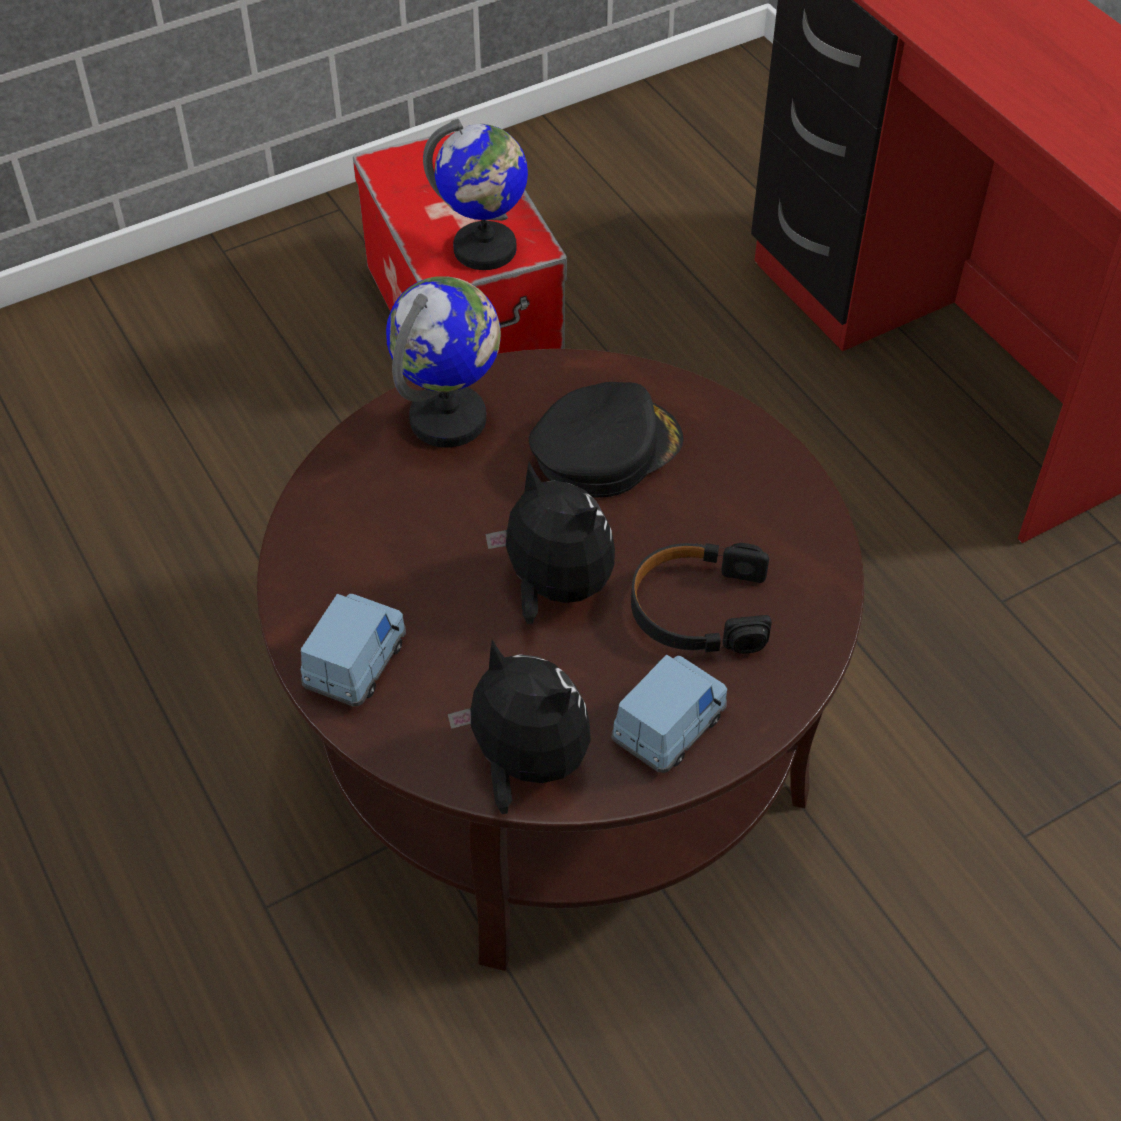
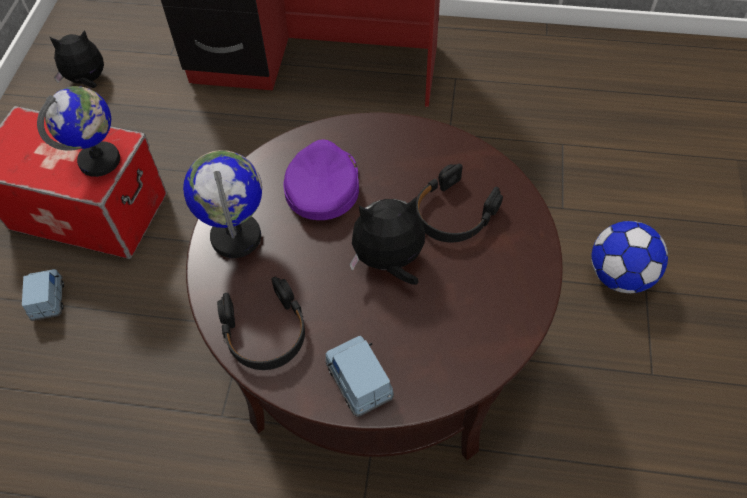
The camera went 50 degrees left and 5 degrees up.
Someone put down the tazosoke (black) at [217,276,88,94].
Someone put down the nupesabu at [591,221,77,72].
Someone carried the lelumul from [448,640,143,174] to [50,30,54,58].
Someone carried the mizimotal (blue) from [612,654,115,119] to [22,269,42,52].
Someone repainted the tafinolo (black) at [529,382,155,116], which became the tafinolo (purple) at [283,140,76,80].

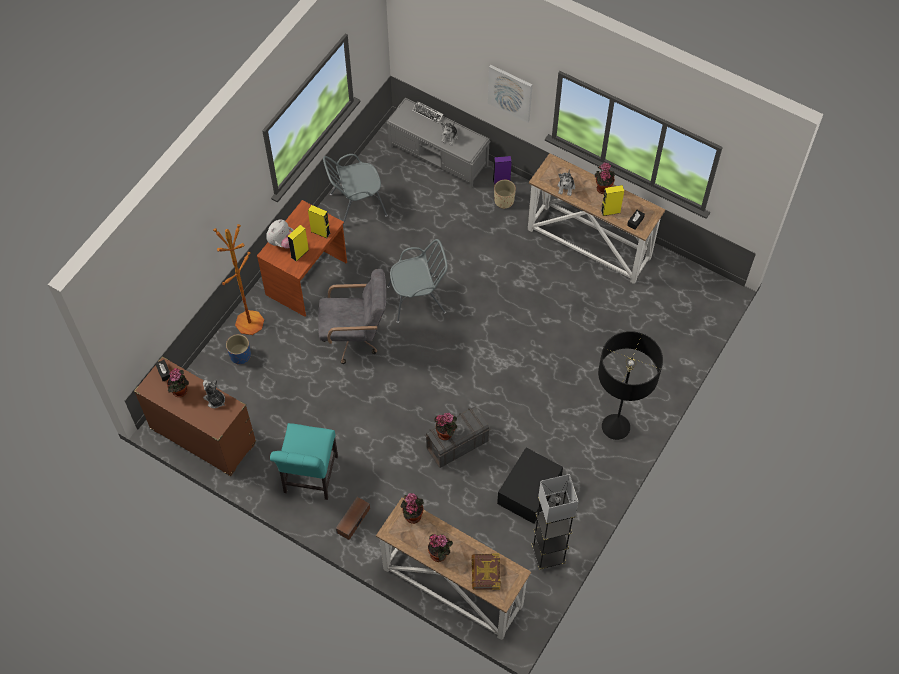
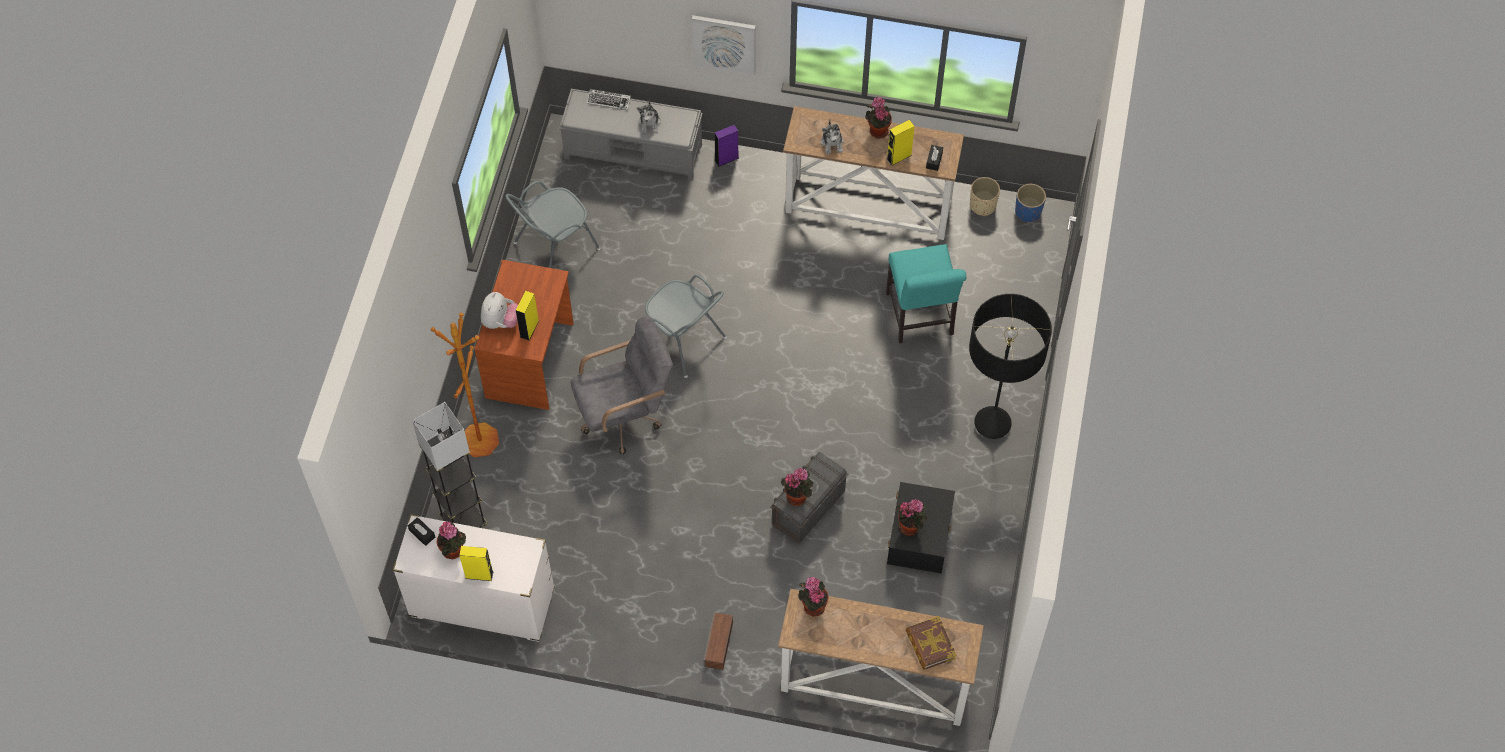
The camera went 20 degrees left and 0 degrees up.
Someone took away the lelumul at [203,379,22,29].
Someone carried the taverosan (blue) from [226,334,25,31] to [1015,184,31,39].
Someone carried the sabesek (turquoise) from [270,423,68,77] to [886,244,80,99].
Someone carried the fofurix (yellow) from [308,205,22,33] to [459,546,35,35].
Someone carried the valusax from [428,534,25,28] to [896,499,31,37].
Someone carried the taverosan (beige) from [494,180,22,29] to [970,177,30,39].
Someone carried the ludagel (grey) from [532,474,46,96] to [412,402,75,126].
Someone repainted the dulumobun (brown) at [134,356,122,120], which became the dulumobun (white) at [393,514,162,128].
Someone rotated the sabesek (grey) at [387,239,61,84] by 75 degrees clockwise.

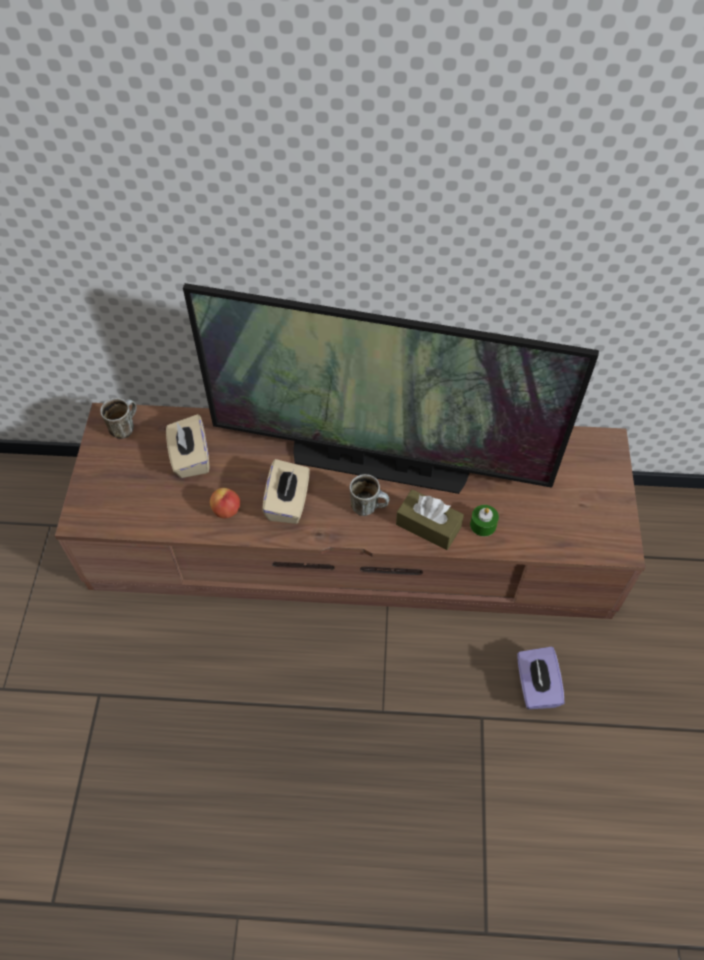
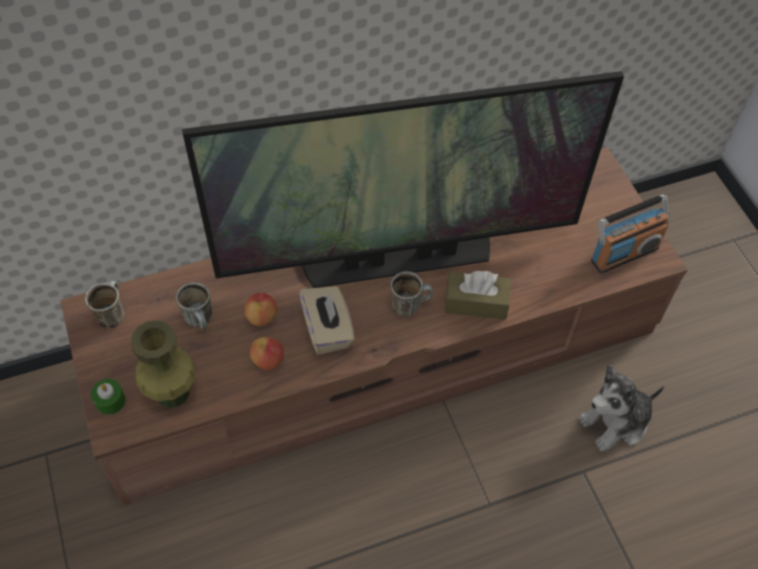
The camera went 25 degrees left and 0 degrees up.
Someone put down the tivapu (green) at [131,320,65,88].
Someone put down the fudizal at [245,293,32,33].
Someone put down the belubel at [591,194,78,80].
Someone carried the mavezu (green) from [470,505,29,32] to [91,379,35,36].
Someone swapped the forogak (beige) at [166,414,43,64] for the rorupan at [176,282,36,48].
Someone swapped the forogak (purple) at [517,647,47,62] for the lelumul at [578,364,86,88].

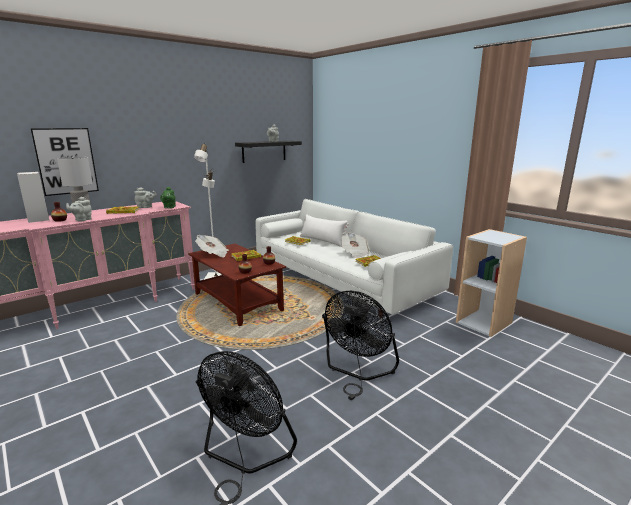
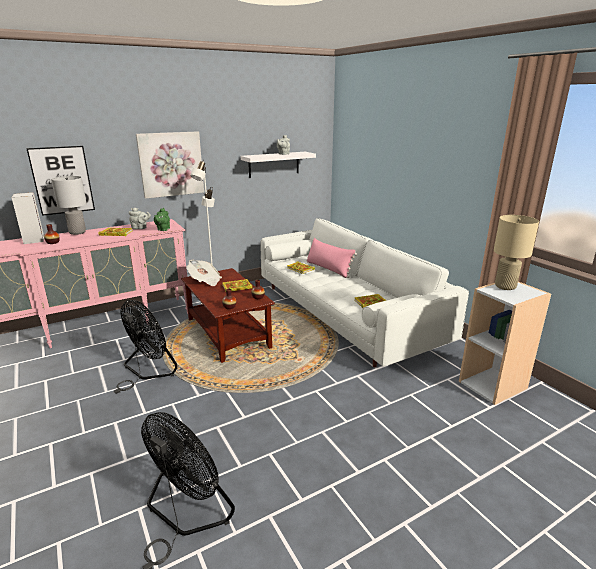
The camera went 10 degrees right and 5 degrees up.
Someone took away the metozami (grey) at [66,197,26,25].
Someone took away the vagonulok at [341,233,29,25].
Someone put up the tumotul at [136,131,68,68].
Someone put down the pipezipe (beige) at [494,215,45,75].
Someone carried the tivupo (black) from [322,291,77,110] to [114,300,63,94].
Someone repainted the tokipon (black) at [235,141,67,22], which became the tokipon (white) at [241,152,75,26].
Someone repainted the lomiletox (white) at [300,214,49,33], which became the lomiletox (pink) at [306,238,51,40].

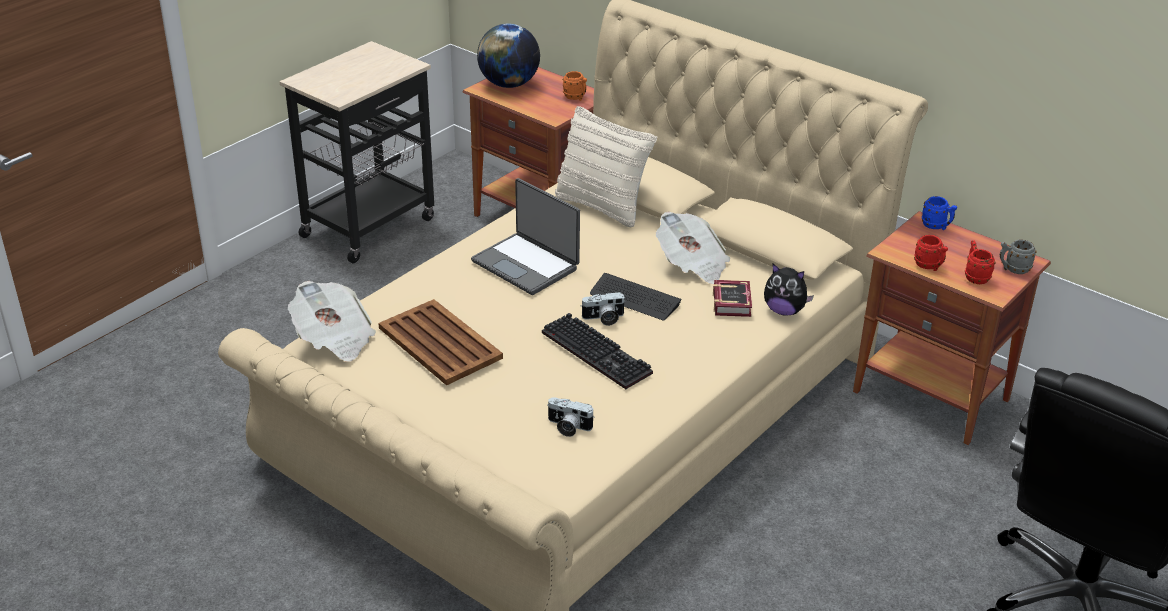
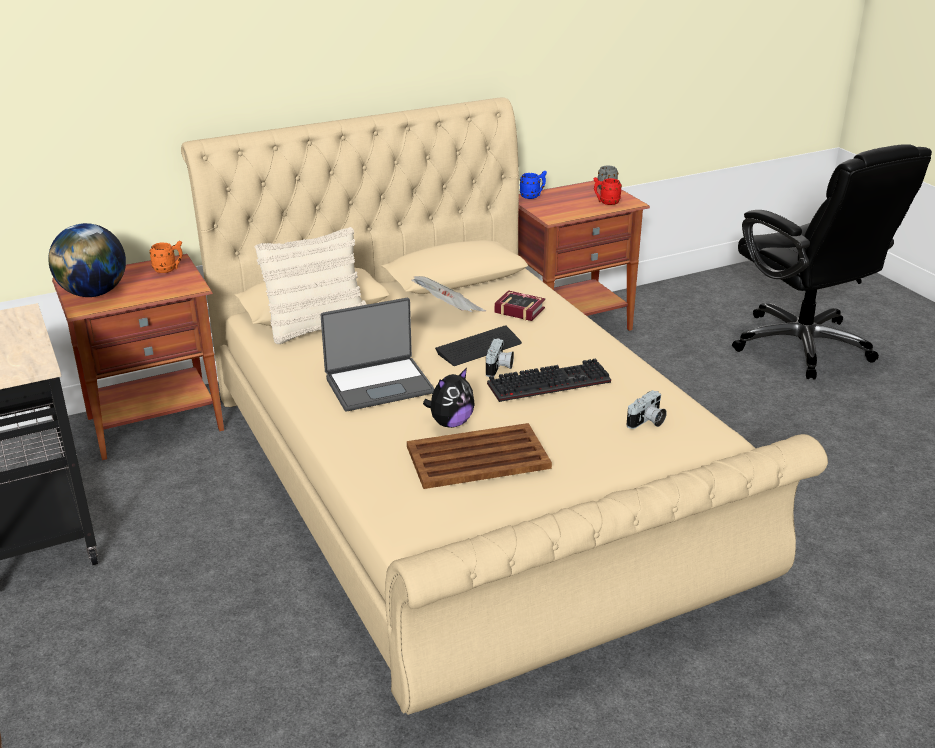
The camera went 65 degrees left and 5 degrees down.
Someone took away the vagonulok at [288,281,88,81].
Someone took away the rorupan (red) at [914,235,34,36].
Someone carried the lelumul from [764,264,50,51] to [423,368,52,60].

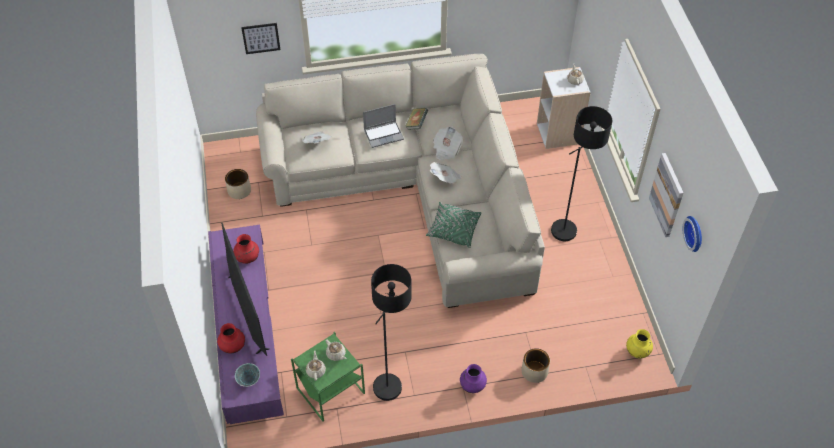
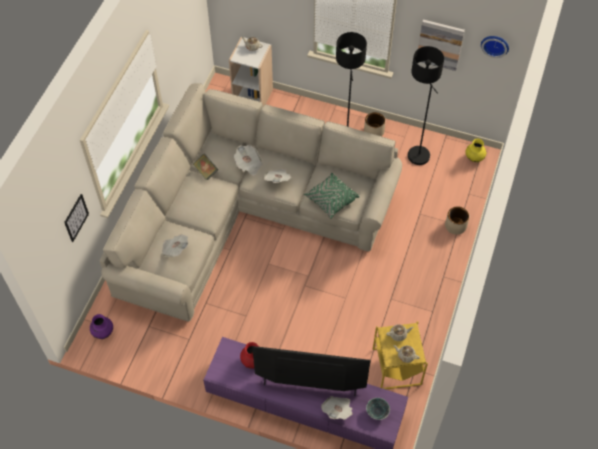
The camera went 60 degrees left and 5 degrees up.
Someone took away the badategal at [363,104,41,44].
Someone carried the taverosan (beige) from [225,169,26,30] to [364,112,22,24].
Someone carried the ludagel (black) from [371,264,41,137] to [408,46,36,119].
Someone carried the tivapu (purple) from [460,364,27,29] to [90,314,23,25].
Someone swapped the tivapu (red) at [217,323,28,30] for the vagonulok at [321,396,32,24].
Someone repainted the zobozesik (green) at [291,332,74,90], which became the zobozesik (yellow) at [373,321,55,68].

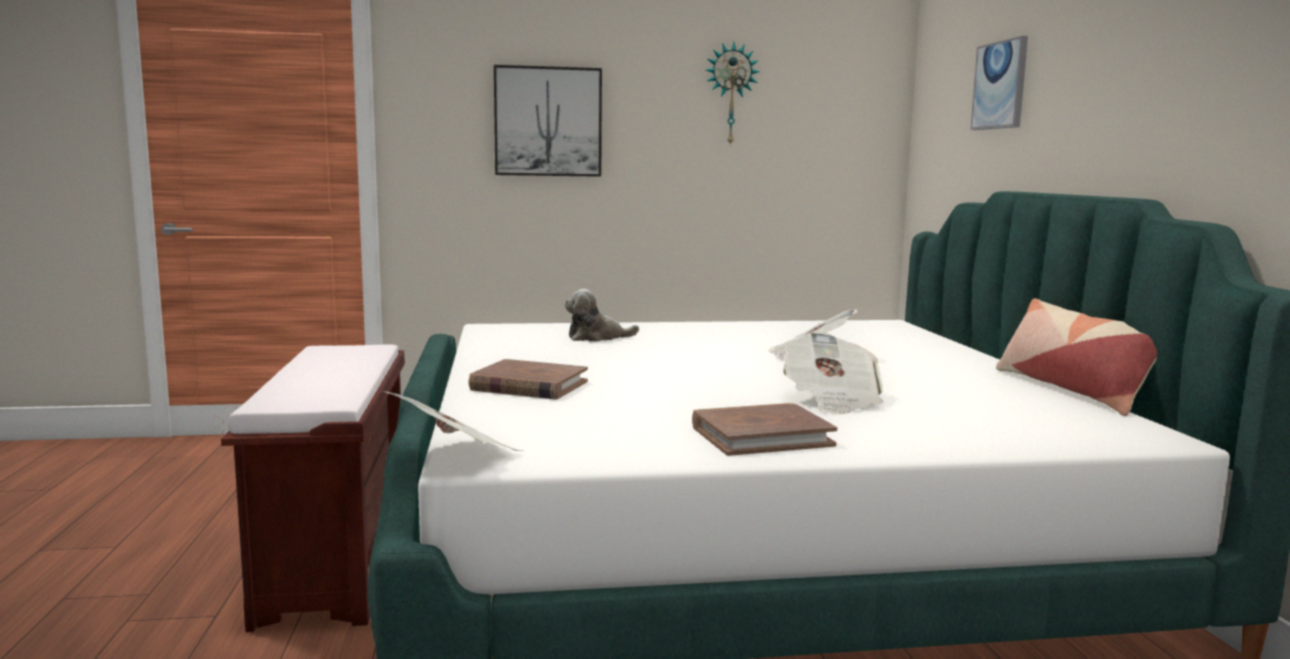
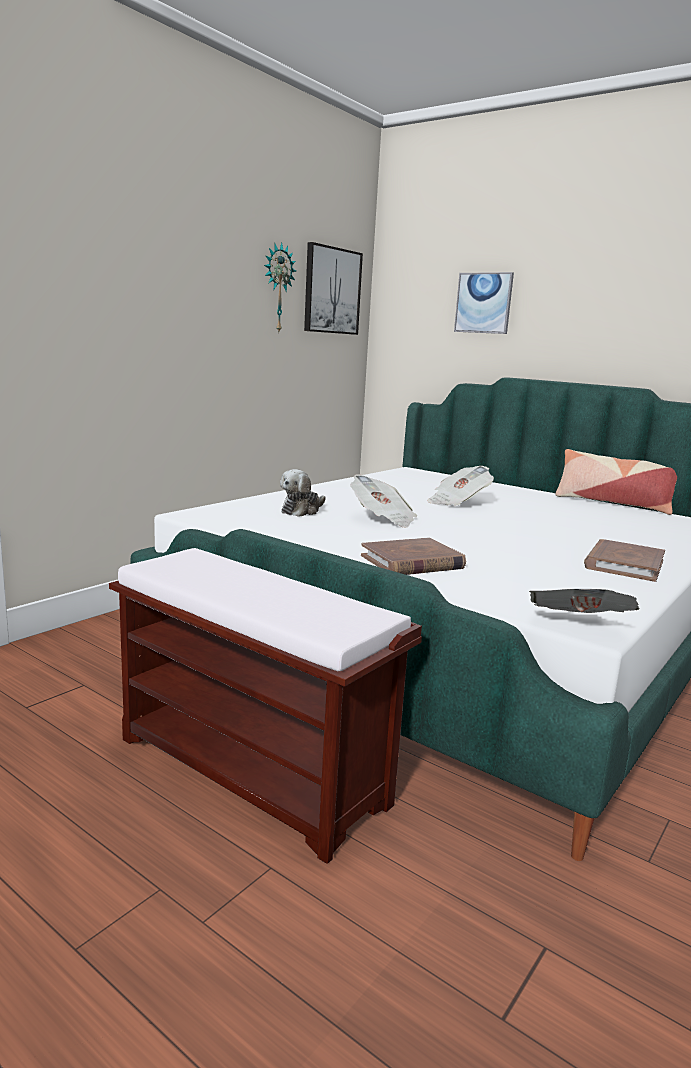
The camera went 45 degrees left and 5 degrees up.
Someone carried the tumotul from [494,65,108,112] to [304,242,59,93].
Someone carried the vagonulok from [783,332,100,83] to [350,474,67,54].

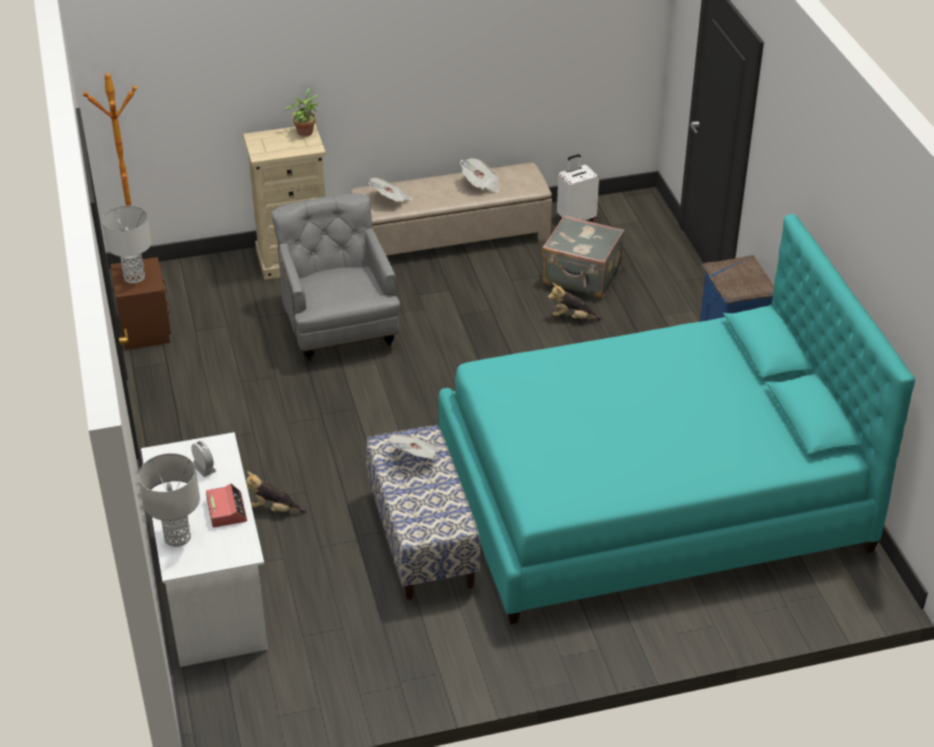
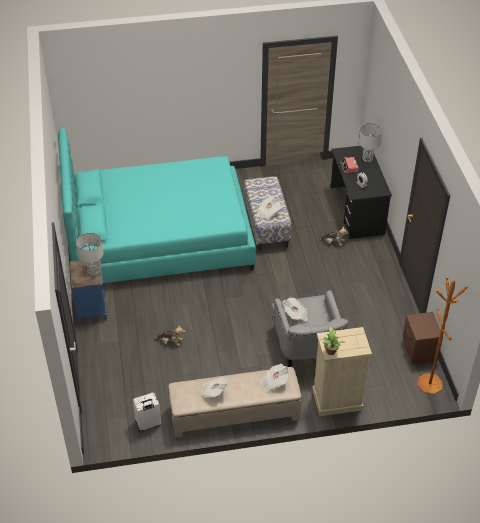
The camera went 175 degrees left and 5 degrees up.
Someone took away the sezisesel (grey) at [542,215,83,83].
Someone put down the vagonulok at [283,298,25,23].
Someone carried the pipezipe (white) from [102,206,50,78] to [76,233,27,42].
Someone repainted the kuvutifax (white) at [141,432,127,235], which became the kuvutifax (black) at [331,146,61,93].

